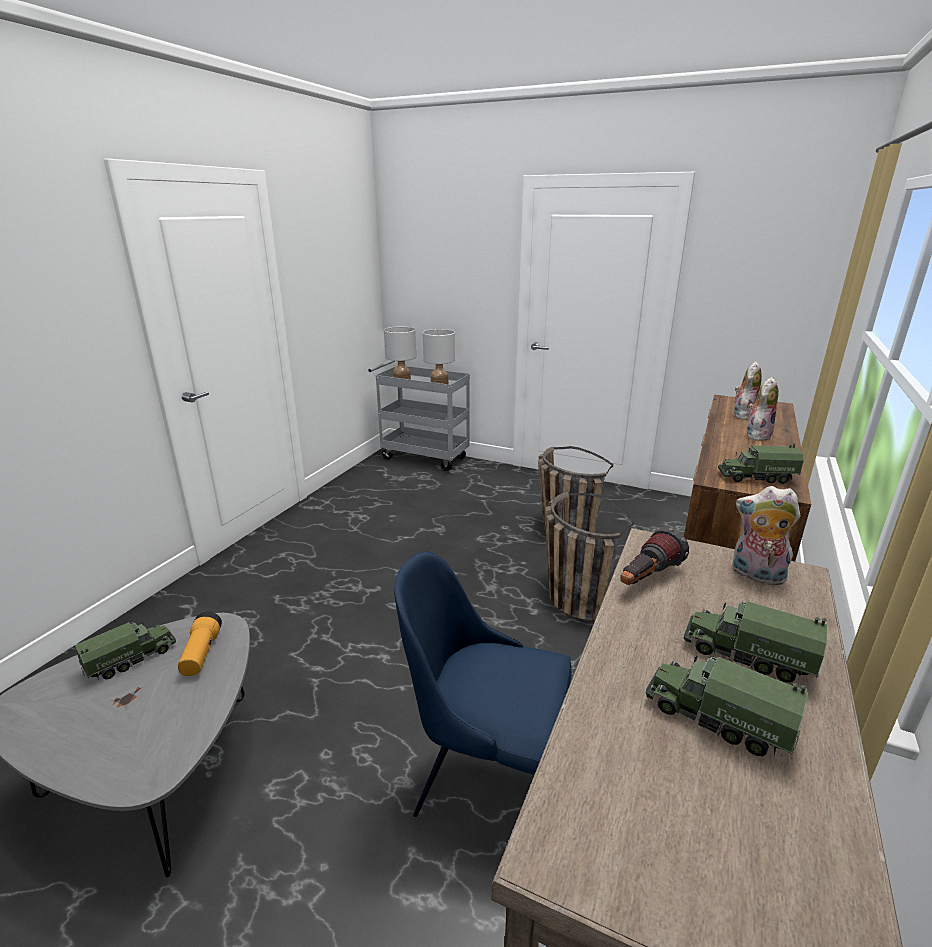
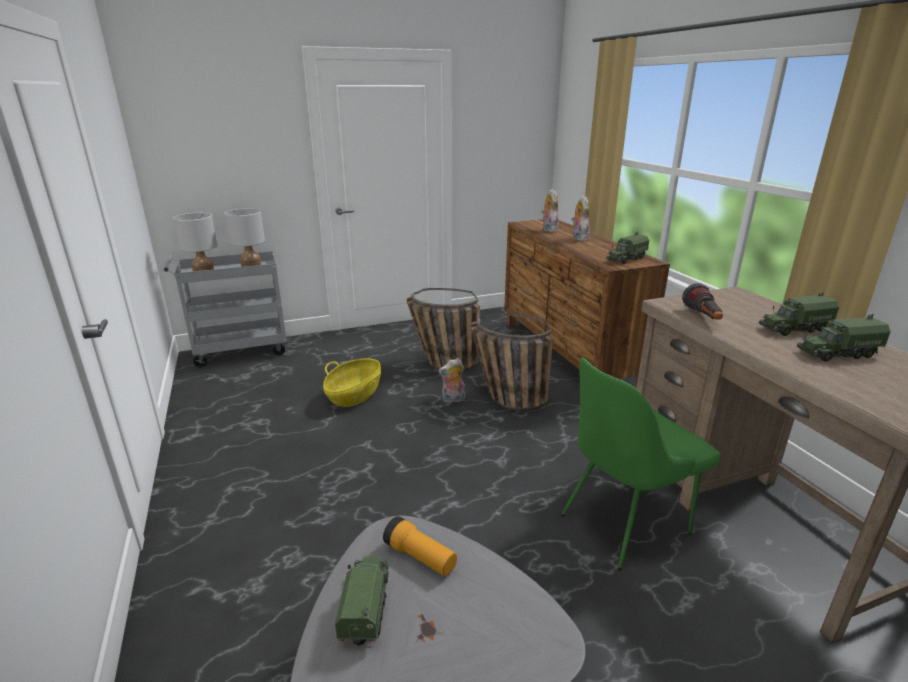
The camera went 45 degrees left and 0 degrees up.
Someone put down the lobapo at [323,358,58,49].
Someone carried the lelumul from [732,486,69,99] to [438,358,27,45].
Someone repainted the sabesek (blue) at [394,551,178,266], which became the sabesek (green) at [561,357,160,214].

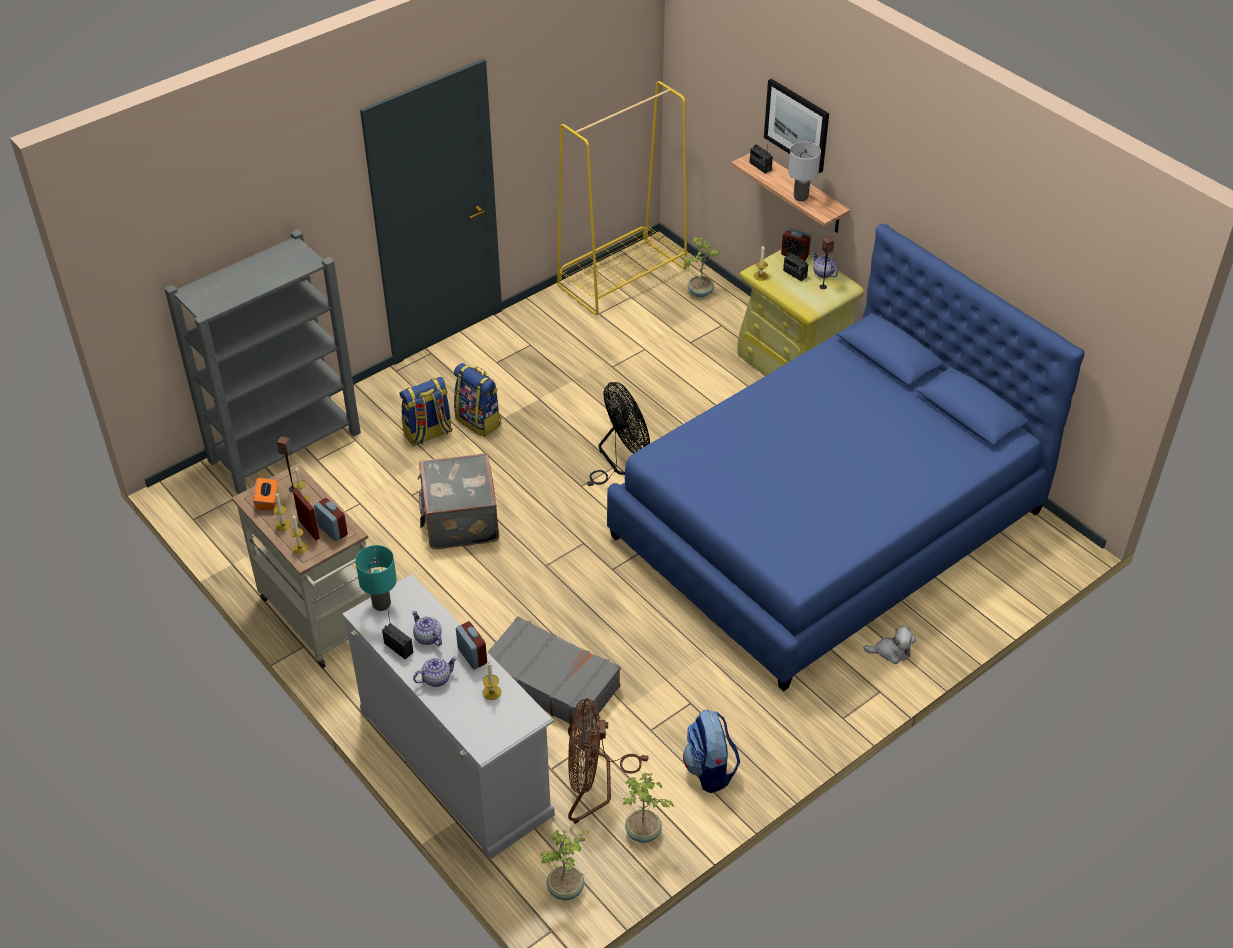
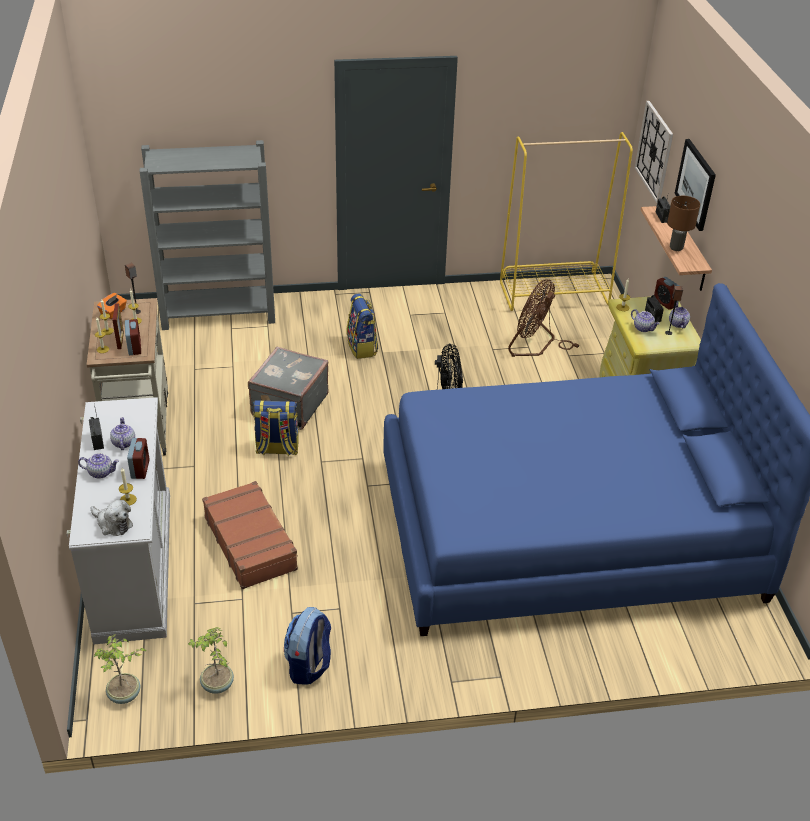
The camera went 30 degrees right and 5 degrees down.
Someone took away the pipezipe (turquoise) at [355,545,42,66].
Someone took away the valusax at [683,237,36,60].
Someone put down the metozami at [631,309,29,23].
Someone put up the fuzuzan at [635,101,38,102].
Someone carried the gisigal from [399,377,53,69] to [253,400,46,56].
Someone carried the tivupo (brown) from [568,698,82,126] to [508,280,71,77].
Someone carried the lelumul from [863,625,53,39] to [90,500,43,36].
Someone repainted the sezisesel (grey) at [488,616,133,114], which became the sezisesel (brown) at [202,481,96,108].
Someone repainted the pipezipe (white) at [788,142,33,59], which became the pipezipe (brown) at [667,196,33,55].

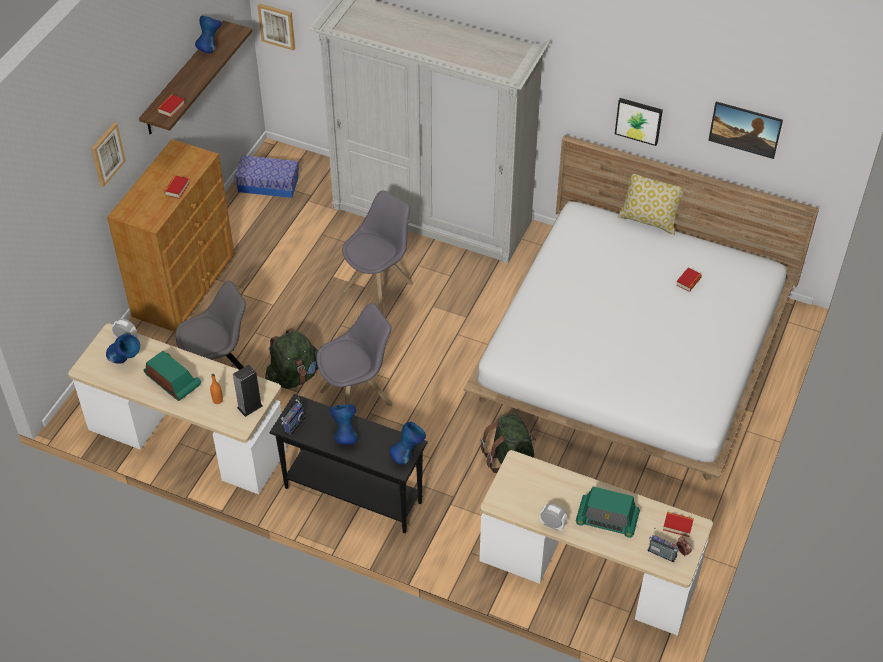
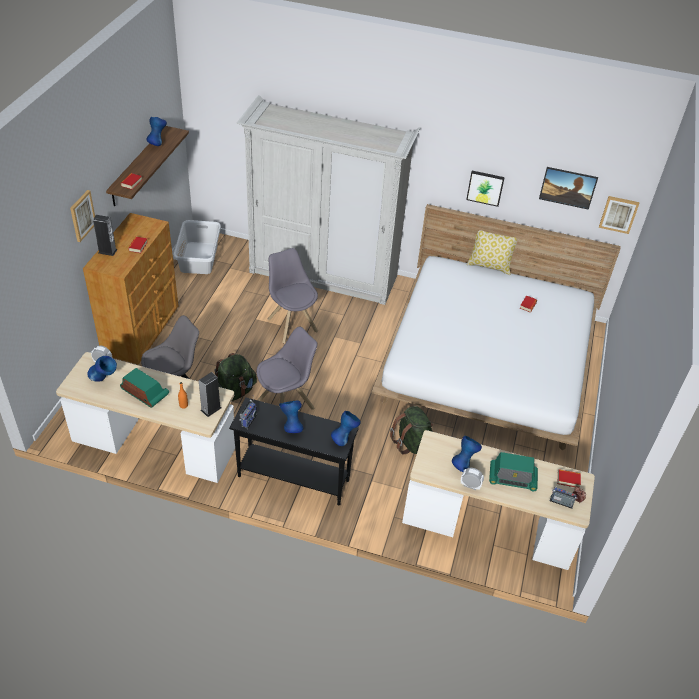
The camera went 10 degrees left and 5 degrees down.
Someone put down the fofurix at [93,215,24,41].
Someone put down the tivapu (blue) at [452,436,30,36].
Someone carried the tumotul from [257,3,38,48] to [599,196,40,38].
Someone swapped the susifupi at [234,155,65,43] for the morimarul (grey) at [173,220,48,54].
Someone rotated the sabesek (grey) at [342,191,71,123] by 60 degrees counterclockwise.

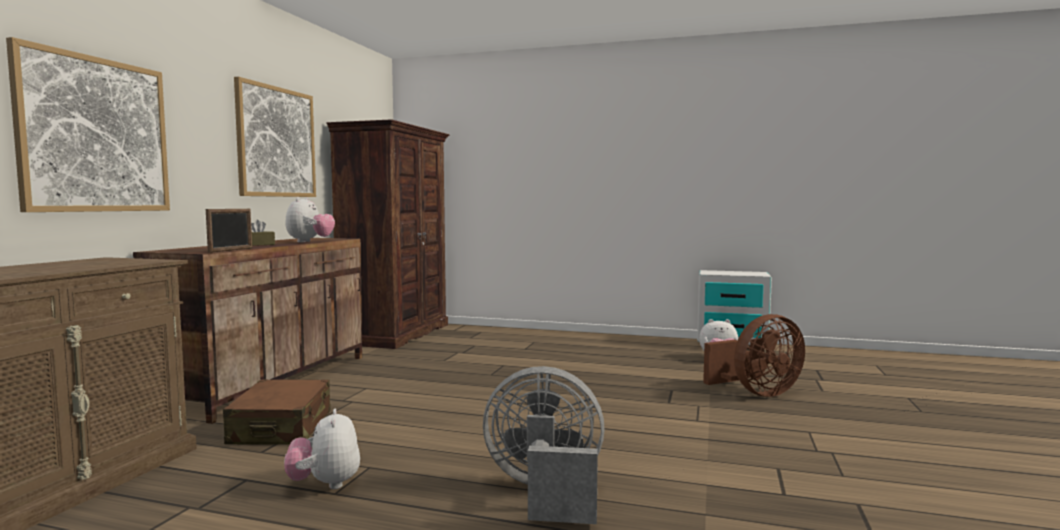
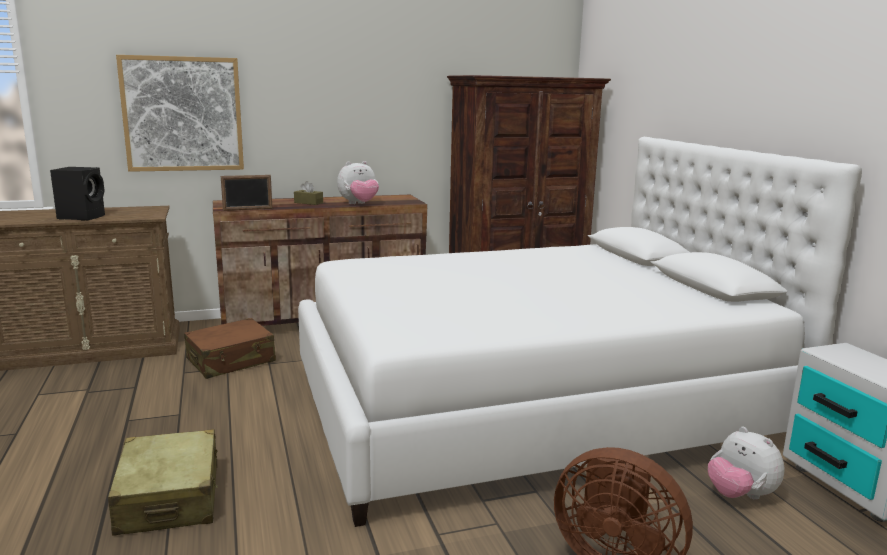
The camera went 55 degrees right and 10 degrees up.
Someone took away the tumotul at [234,77,82,120].
Someone took away the lelumul at [284,409,76,80].
Someone put down the fofurix (black) at [50,167,55,53].
Someone put down the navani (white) at [298,137,564,390].
Someone swapped the tivupo (grey) at [483,366,122,158] for the sezisesel (beige) at [108,429,110,107].

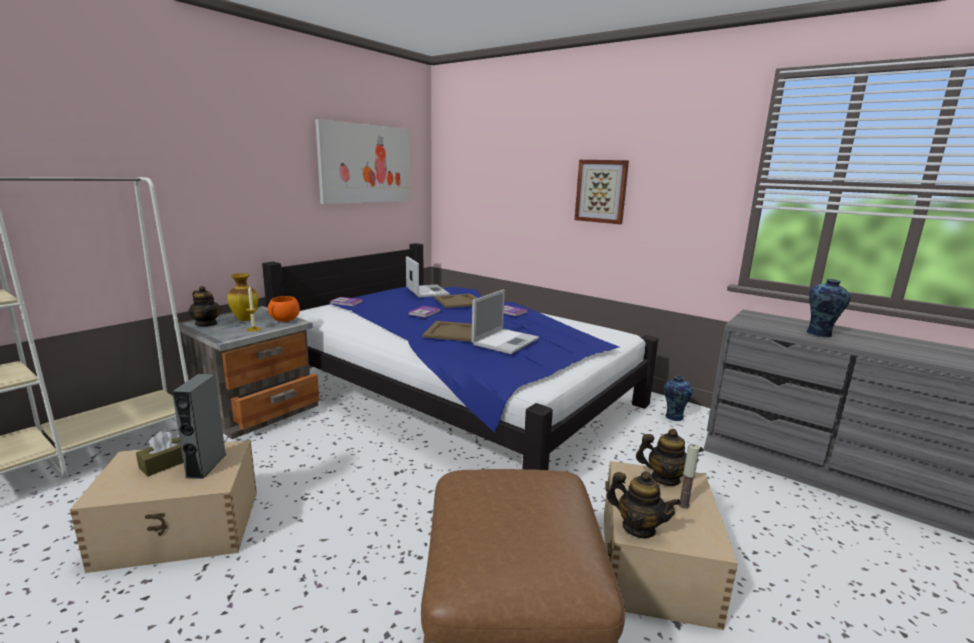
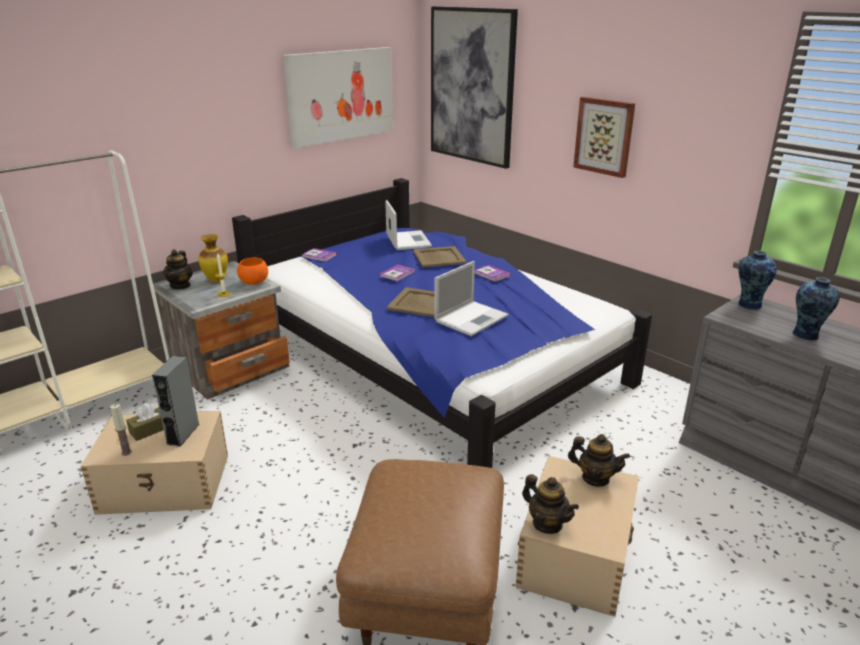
The camera went 10 degrees right and 10 degrees up.
Someone put up the tumotul at [431,6,87,163].
Someone carried the tivapu from [664,376,28,45] to [738,251,39,59].
Someone carried the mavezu from [679,444,21,65] to [110,403,22,53].
Someone rotated the metozami at [188,286,33,40] by 45 degrees clockwise.

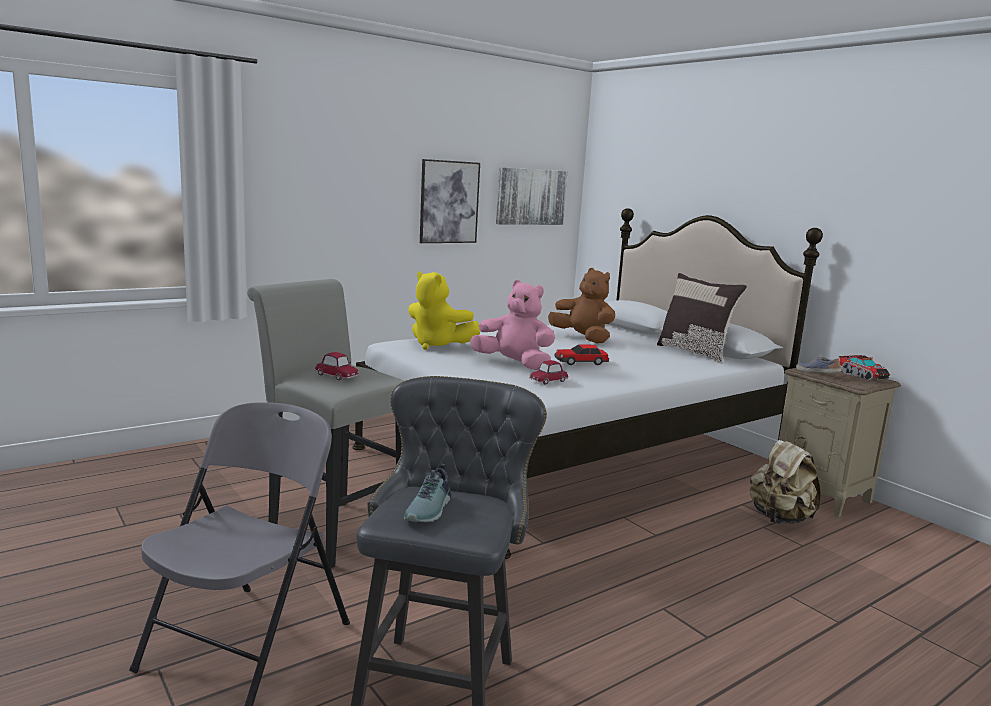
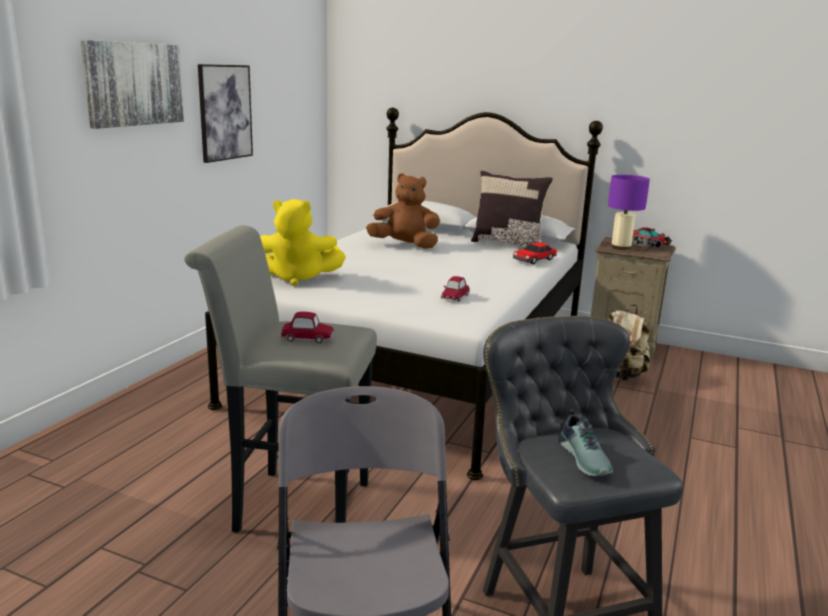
The camera went 30 degrees left and 5 degrees up.
Someone took away the lelumul (pink) at [470,280,85,90].
Someone carried the tumotul from [496,167,71,58] to [81,40,103,89].
Someone carried the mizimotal from [555,344,54,21] to [513,242,44,22].
Someone swapped the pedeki at [796,357,46,16] for the pipezipe (purple) at [608,175,42,75].

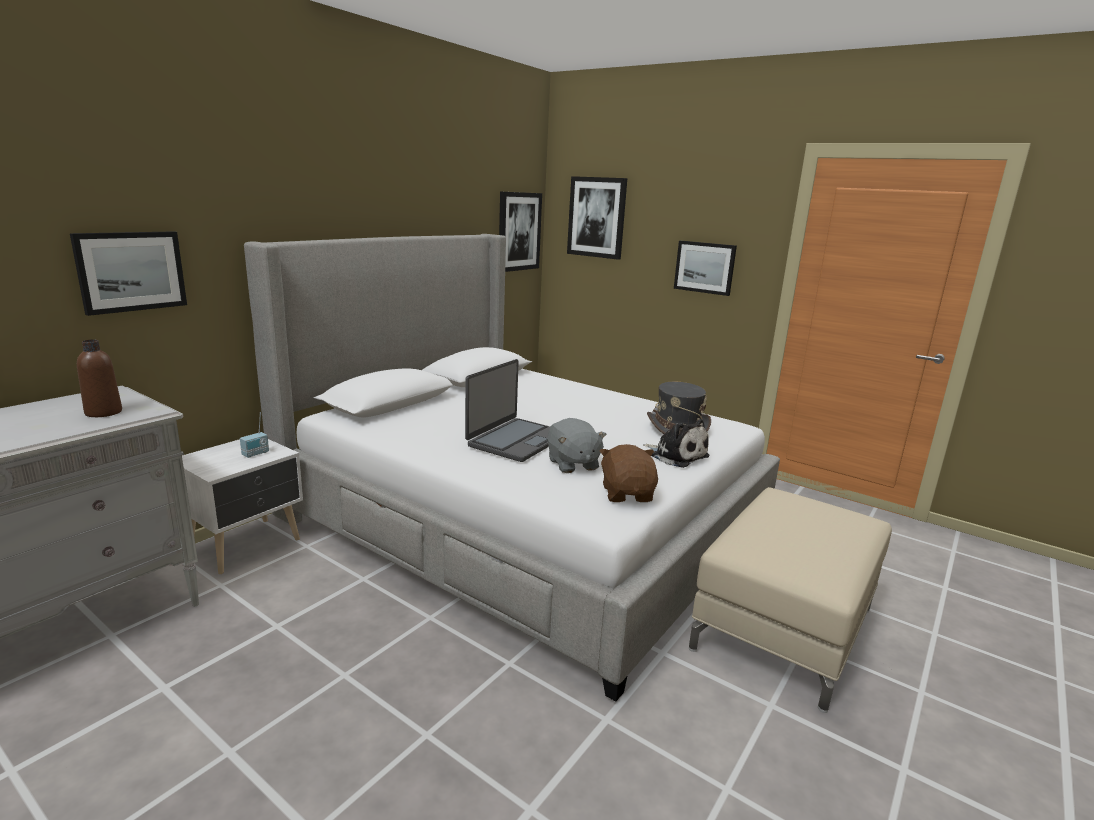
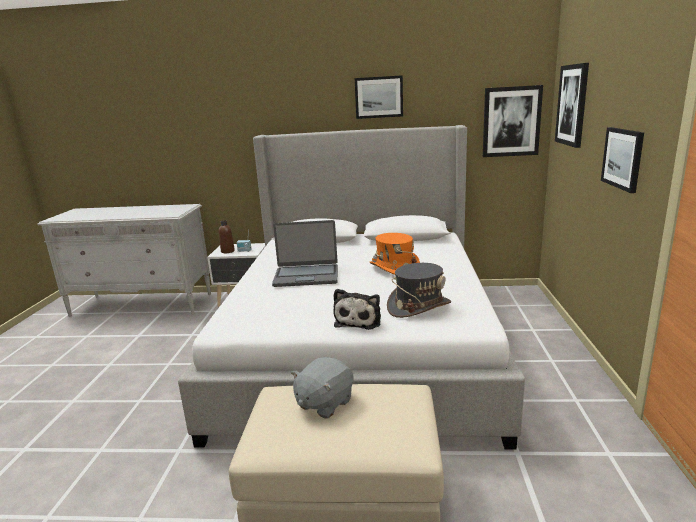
The camera went 60 degrees right and 0 degrees up.
Someone took away the lelumul (brown) at [600,444,58,58].
Someone put down the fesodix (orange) at [370,233,50,42].
Someone carried the tumotul from [70,231,117,85] to [355,75,48,44].
Someone carried the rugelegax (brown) from [77,339,45,78] to [219,220,16,33].
Someone carried the lelumul (grey) from [547,418,60,55] to [291,357,62,61].

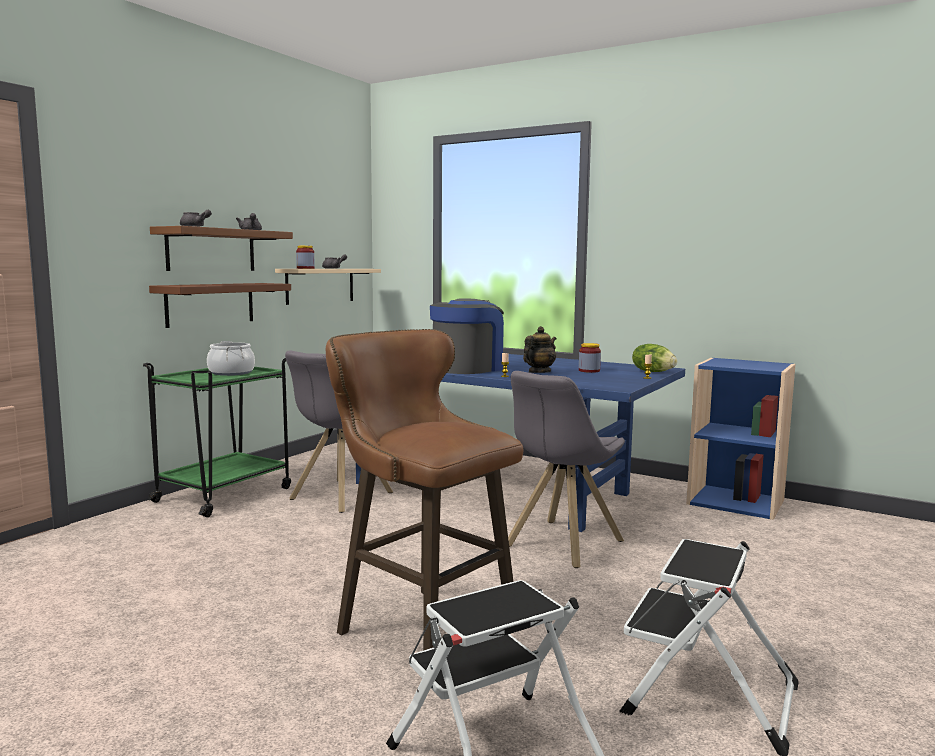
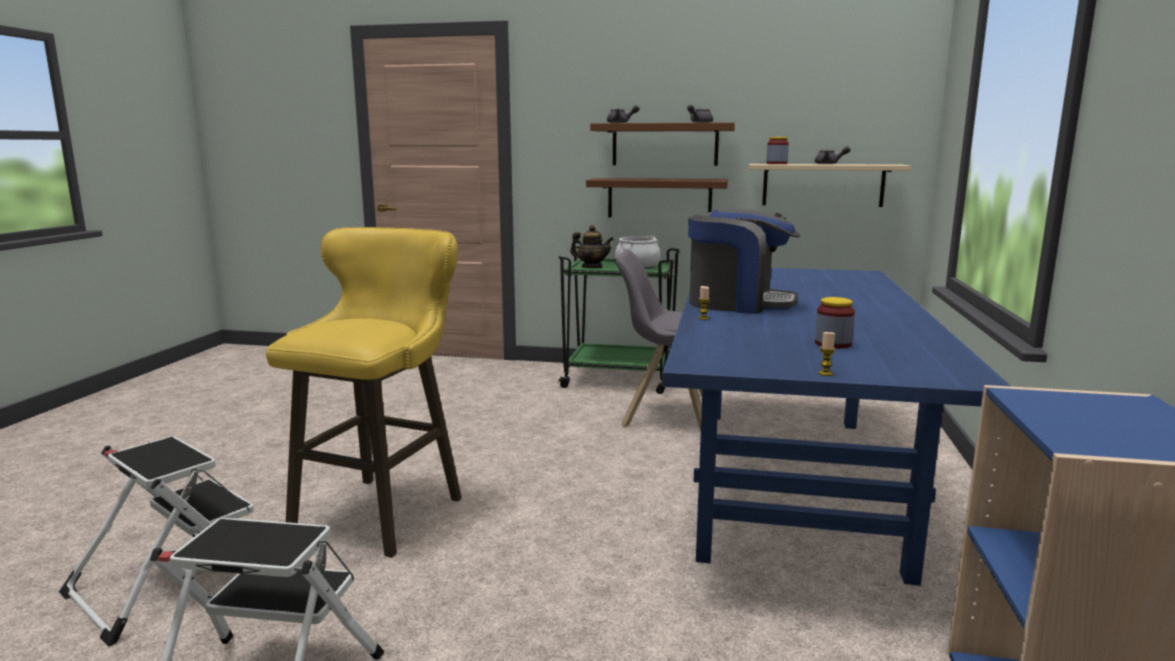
The camera went 70 degrees right and 5 degrees up.
Someone took away the sabesek (grey) at [508,371,117,197].
Someone took away the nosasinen at [632,344,45,28].
Someone carried the metozami from [523,326,33,47] to [570,225,44,43].
Someone repainted the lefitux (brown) at [326,329,197,322], which became the lefitux (yellow) at [266,227,196,331].

